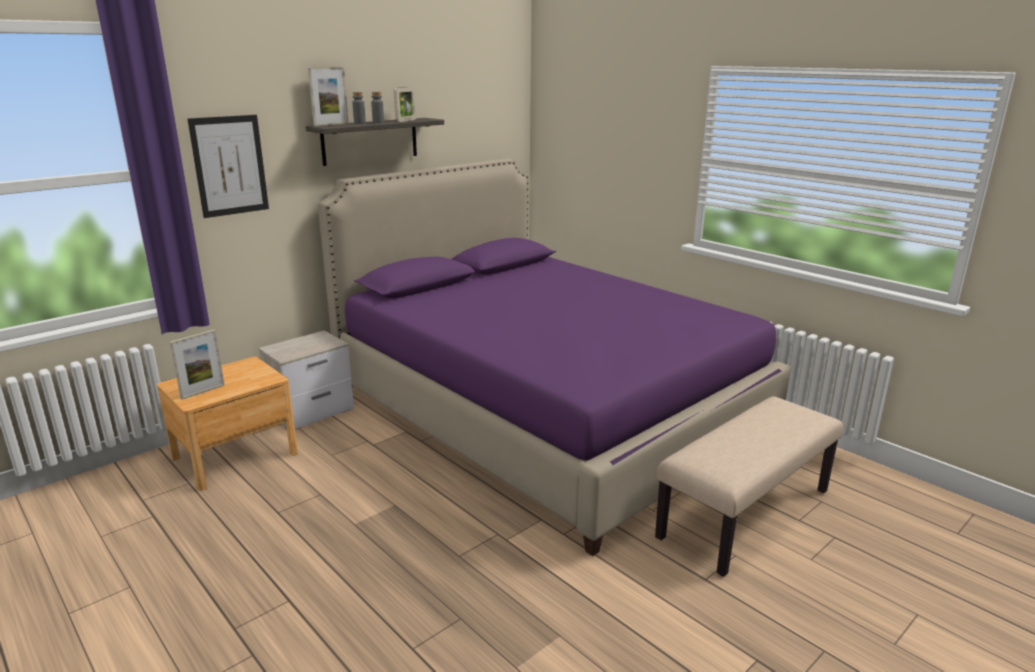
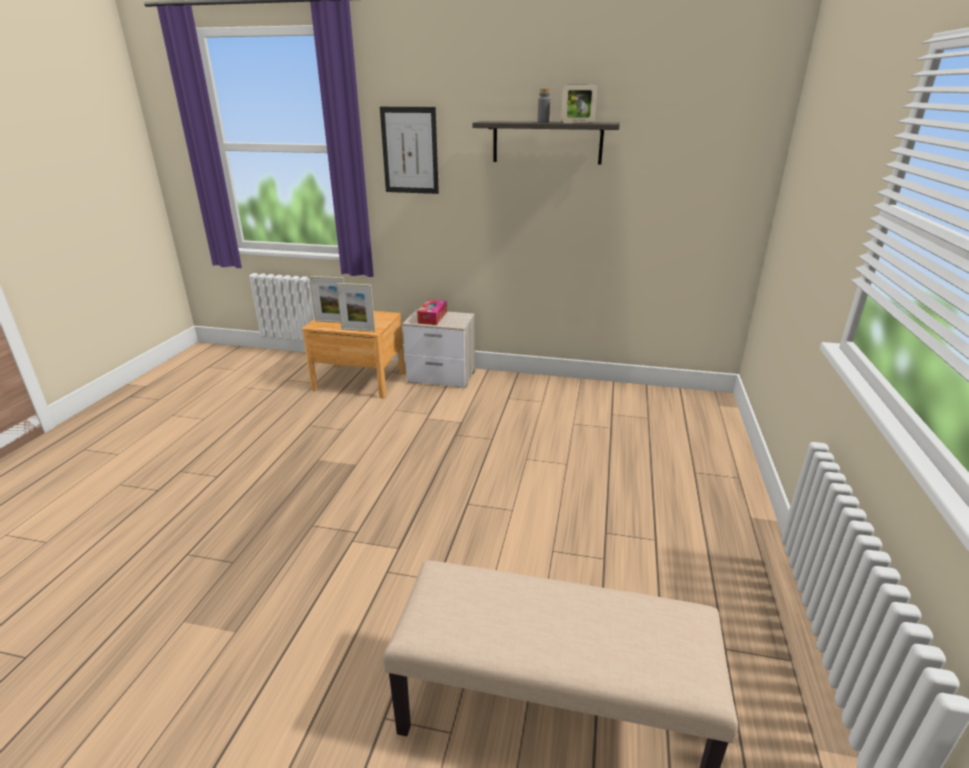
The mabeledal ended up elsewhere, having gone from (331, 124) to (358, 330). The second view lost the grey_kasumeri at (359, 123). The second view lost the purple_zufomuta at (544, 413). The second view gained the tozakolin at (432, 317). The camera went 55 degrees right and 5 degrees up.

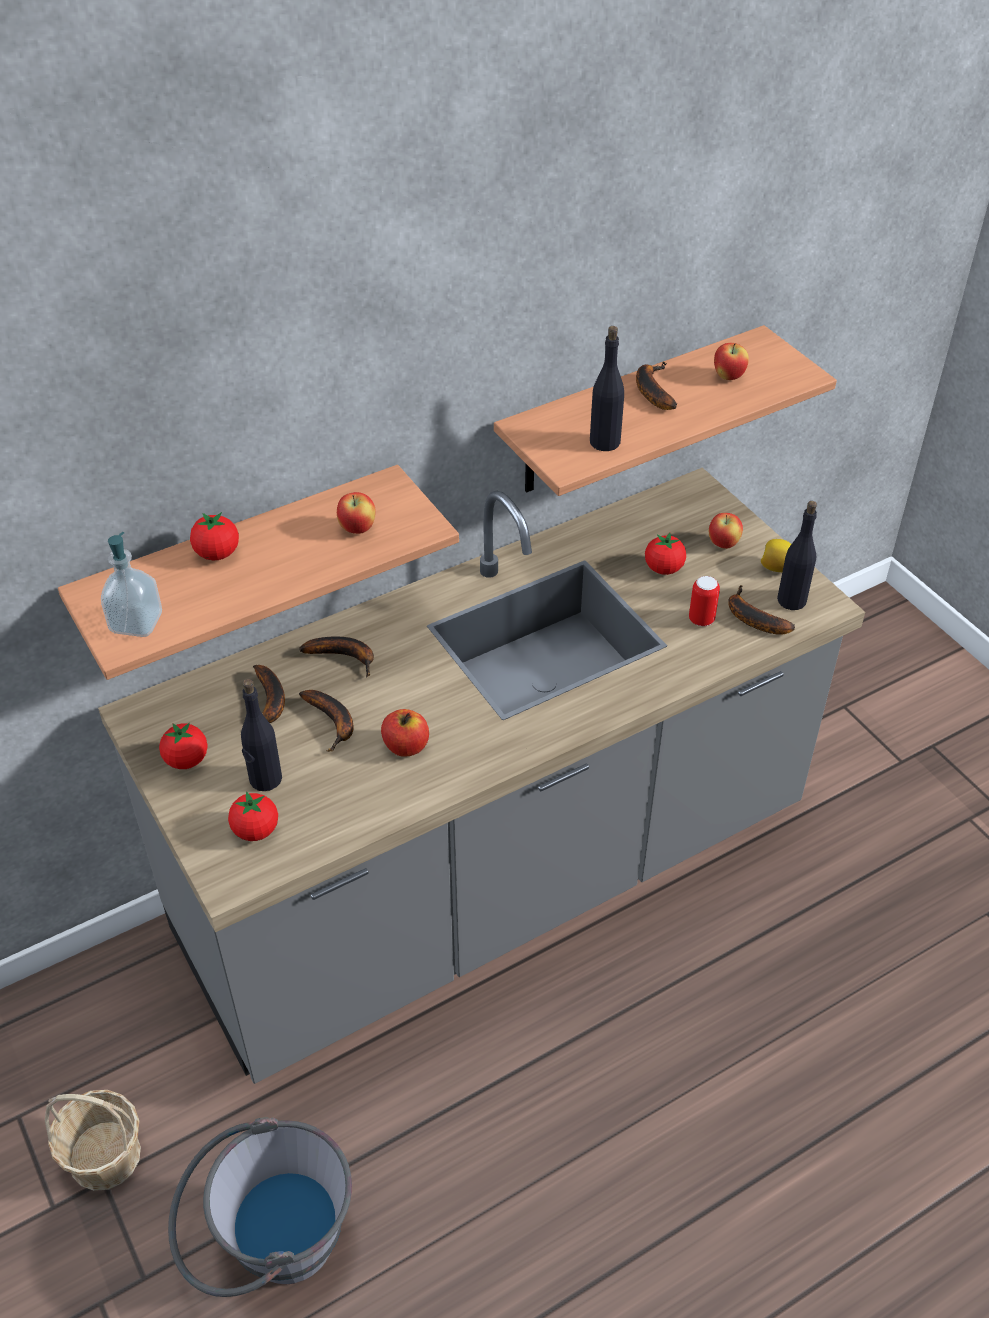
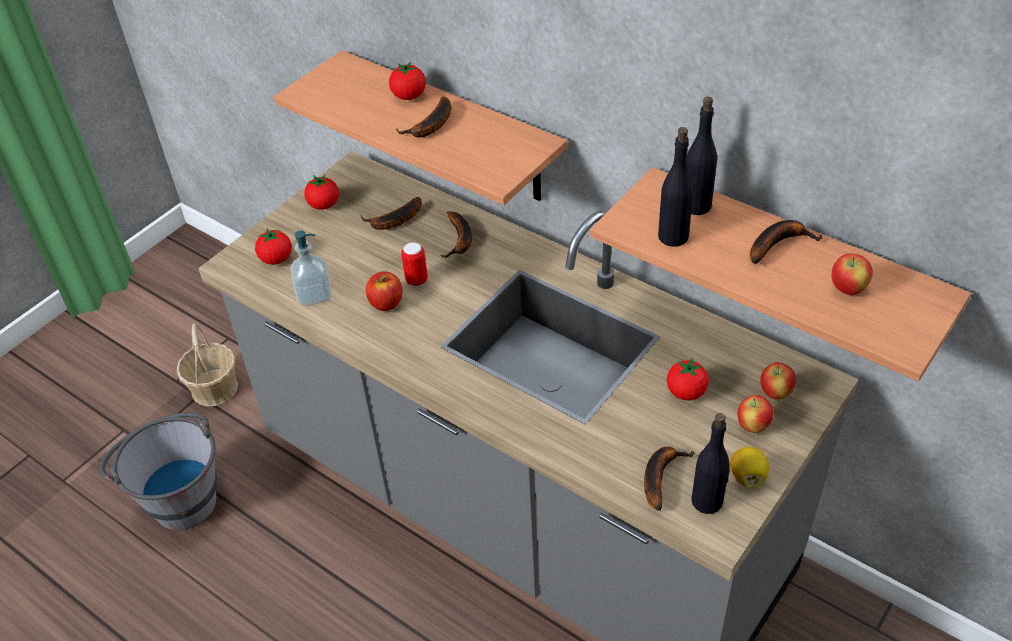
The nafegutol ended up elsewhere, having gone from (358, 529) to (775, 393). The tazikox ended up elsewhere, having gone from (136, 622) to (314, 295). The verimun ended up elsewhere, having gone from (701, 619) to (416, 280). The black_kasumeri ended up elsewhere, having gone from (265, 779) to (696, 206). The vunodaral ended up elsewhere, having gone from (333, 722) to (431, 126). The camera went 70 degrees right and 0 degrees up.

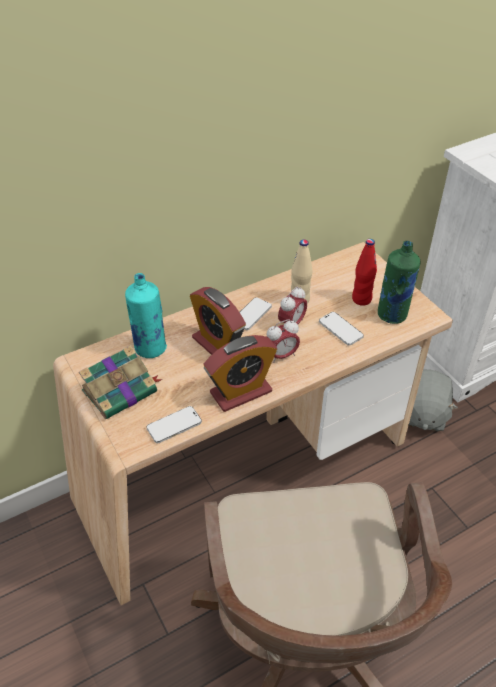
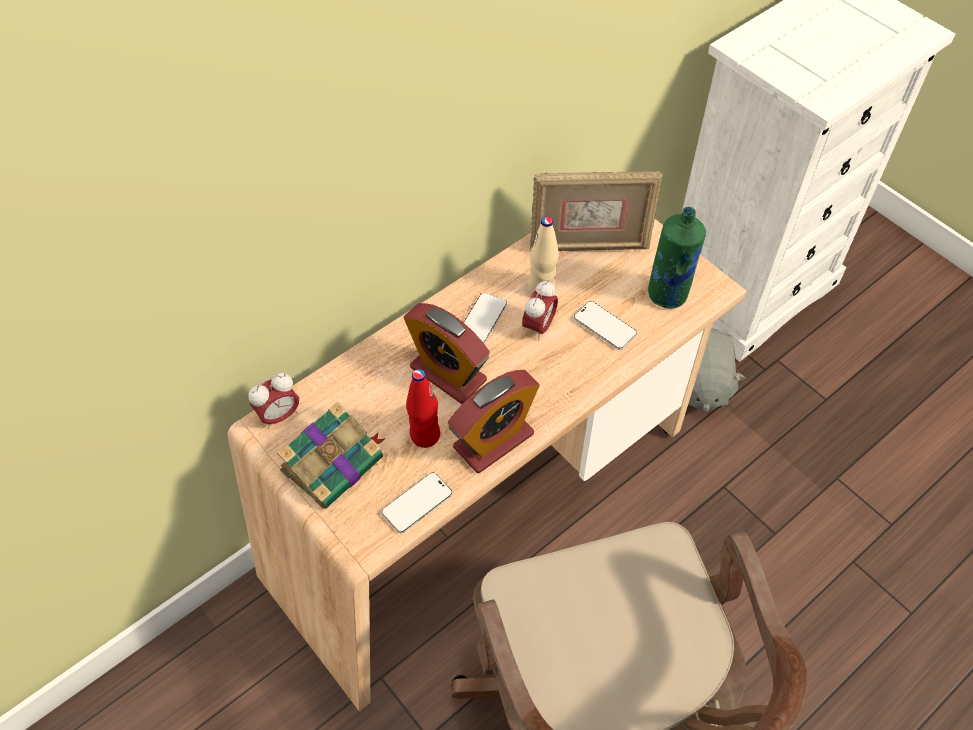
The red_kasumeri ended up elsewhere, having gone from (361, 299) to (425, 435). The second view lost the turquoise_kasumeri at (150, 348). The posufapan ended up elsewhere, having gone from (281, 355) to (279, 416). The second view gained the mabeledal at (589, 246). The camera went 10 degrees left and 10 degrees up.

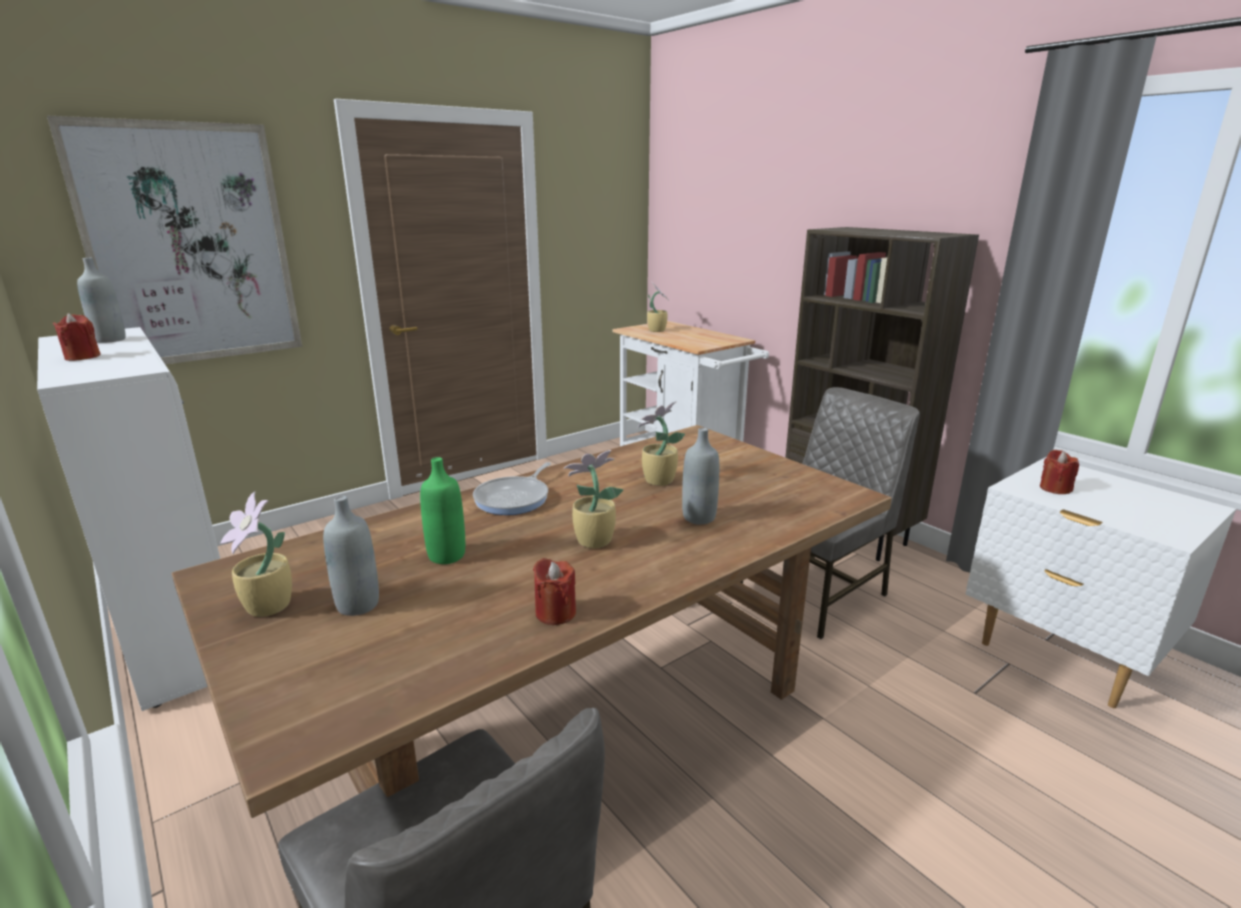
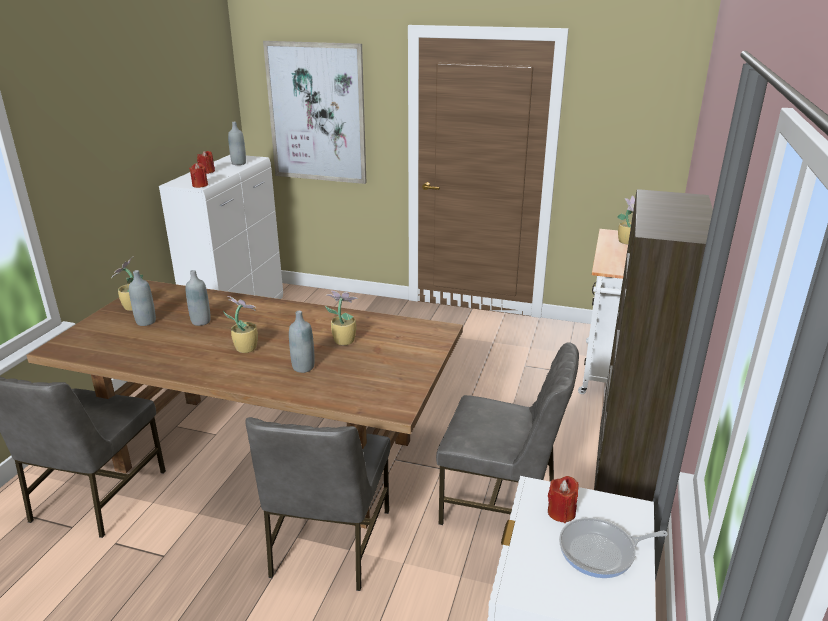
What was the green_kasumeri at (447, 556) turned into the grey_kasumeri at (201, 321). The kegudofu ended up elsewhere, having gone from (515, 498) to (601, 551). The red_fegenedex ended up elsewhere, having gone from (555, 613) to (200, 185). The second view gained the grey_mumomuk at (328, 544). The camera went 55 degrees right and 5 degrees up.

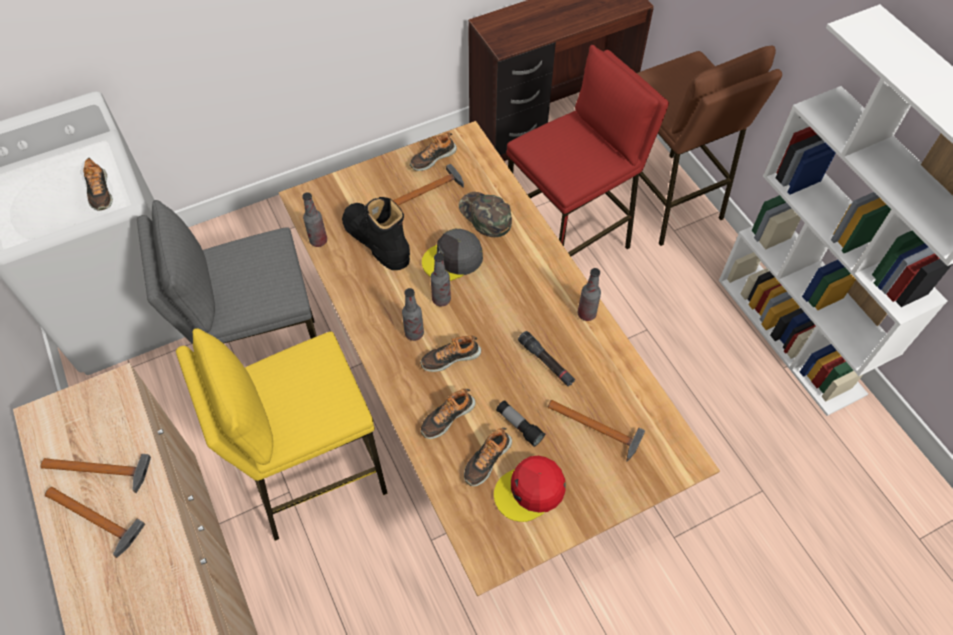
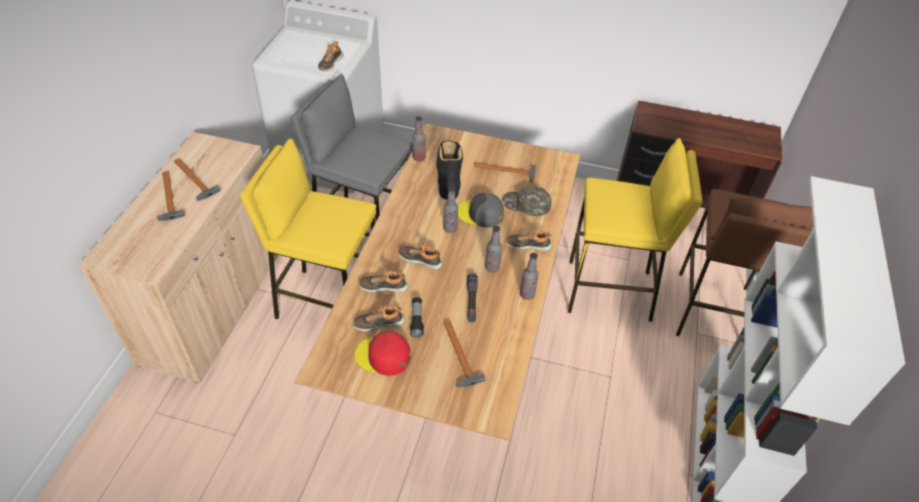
What was the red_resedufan at (568, 245) turned into the yellow_resedufan at (609, 291). The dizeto ended up elsewhere, having gone from (432, 158) to (528, 245). The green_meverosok at (484, 216) ended up facing another way, 75 degrees counterclockwise from before. The kasumeri ended up elsewhere, having gone from (414, 333) to (492, 267). The camera went 40 degrees right and 10 degrees down.

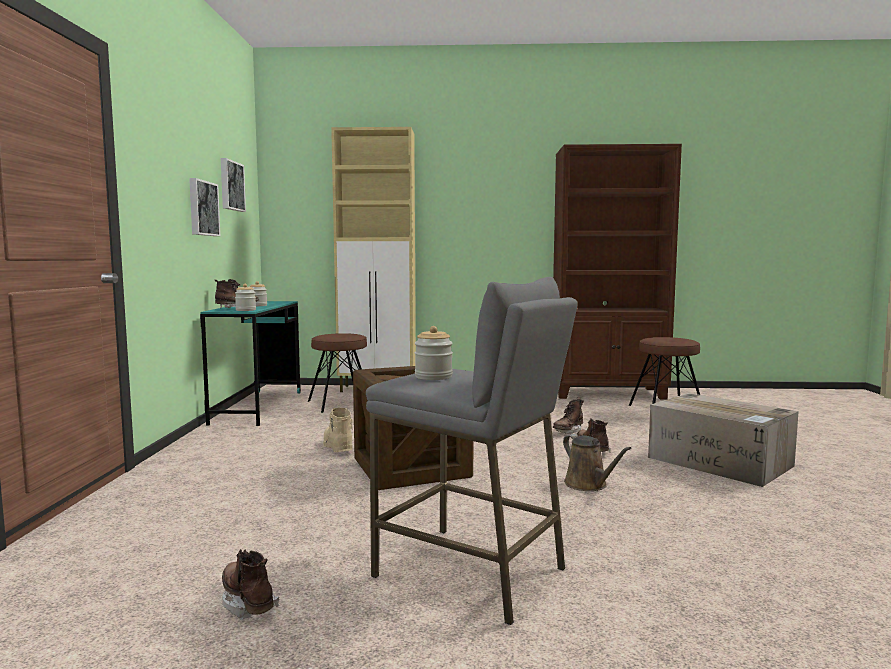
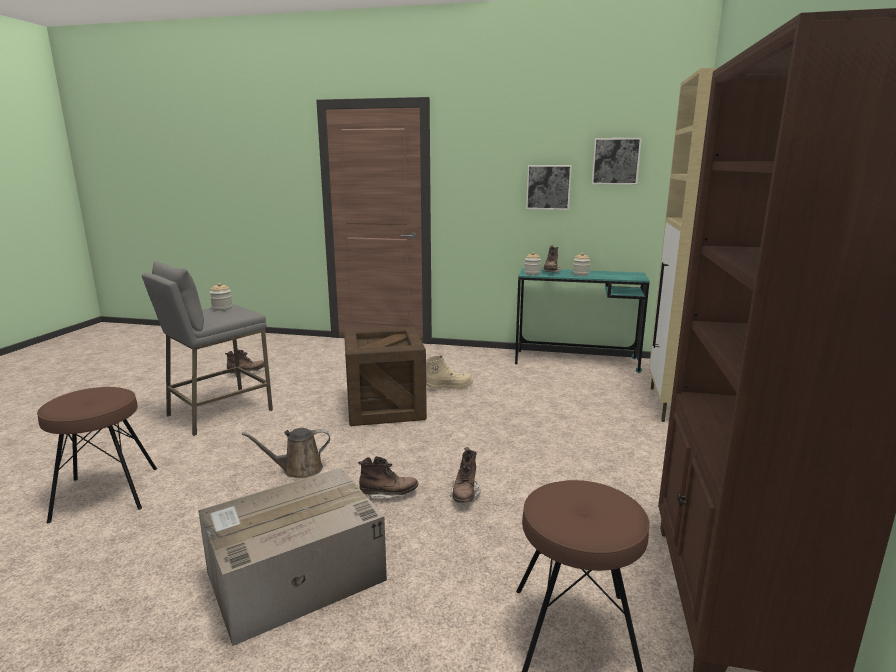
The brown_resedufan ended up elsewhere, having gone from (340, 404) to (106, 493). The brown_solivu at (568, 431) ended up facing another way, 135 degrees counterclockwise from before. The camera went 100 degrees right and 10 degrees up.

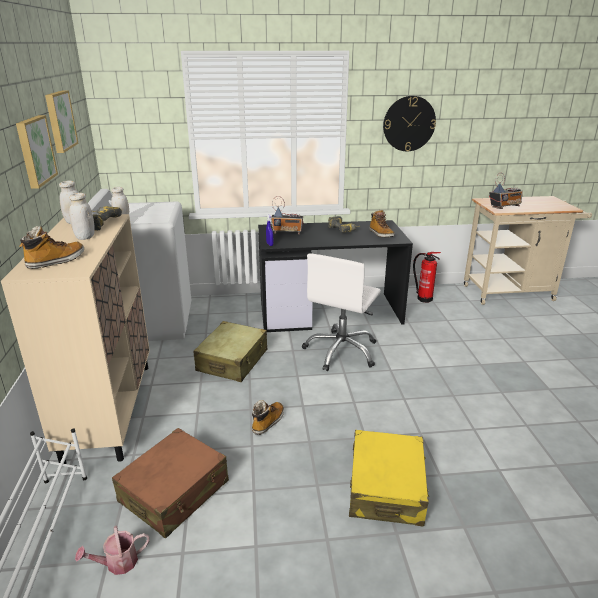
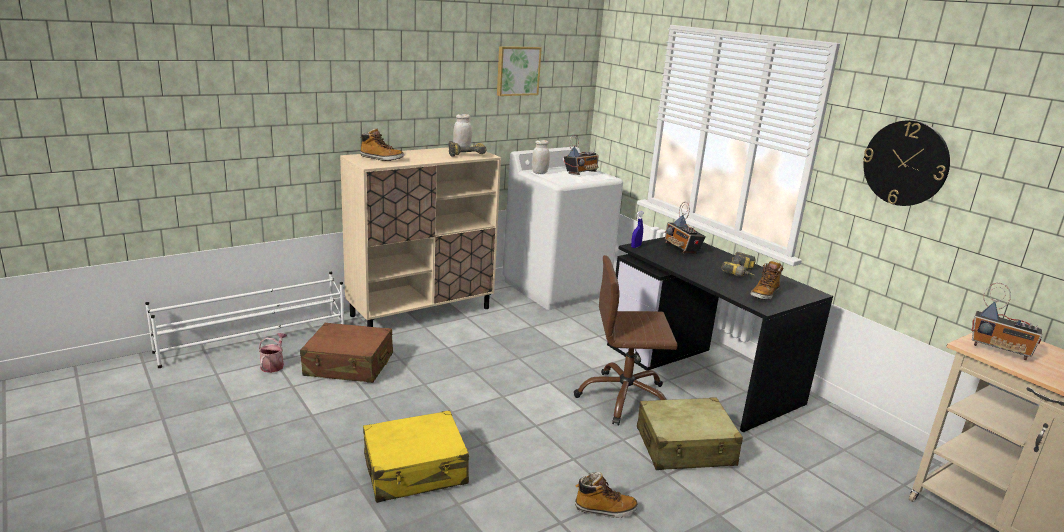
The second view lost the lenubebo at (34, 151). The second view lost the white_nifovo at (85, 237). The second view lost the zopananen at (423, 298). What was the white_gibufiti at (341, 351) turned into the brown_gibufiti at (624, 399). The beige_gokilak ended up elsewhere, having gone from (232, 361) to (685, 447). The solivu ended up elsewhere, having gone from (268, 422) to (605, 509). The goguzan at (117, 563) ended up facing another way, 60 degrees clockwise from before. The second view gained the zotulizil at (581, 173). The camera went 60 degrees right and 5 degrees down.

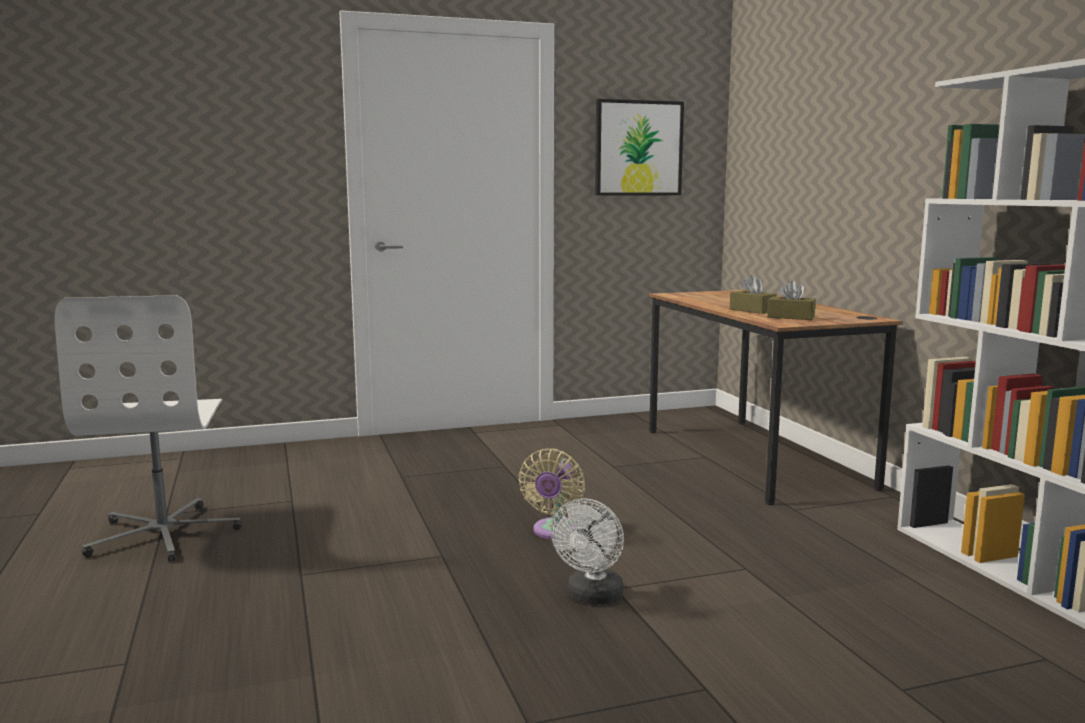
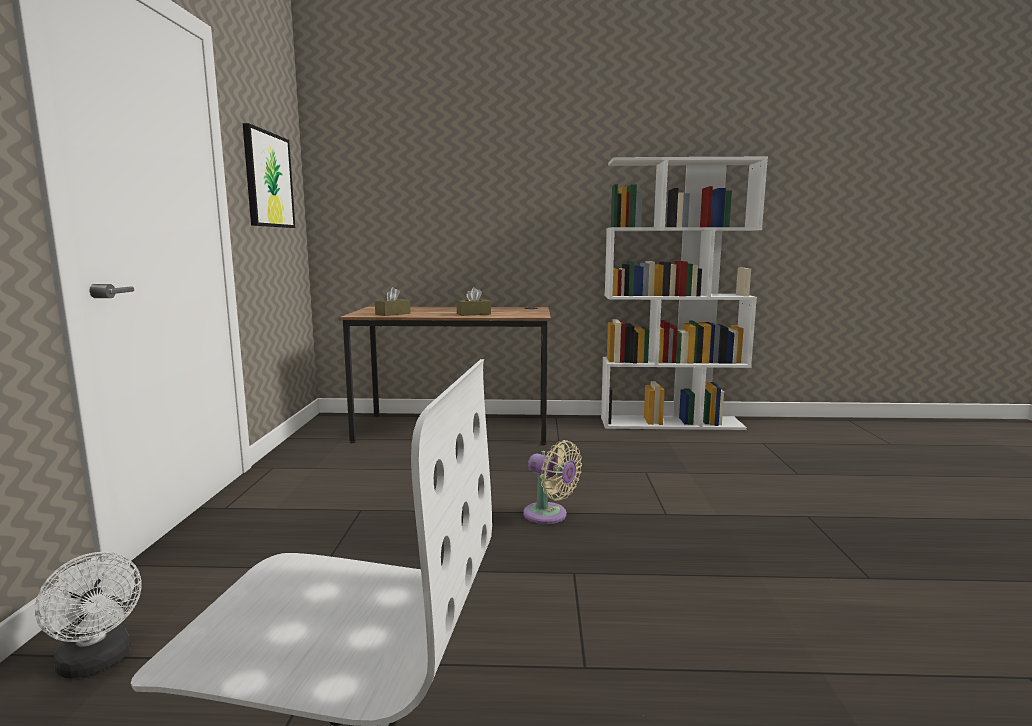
The brown_tozakolin ended up elsewhere, having gone from (790, 317) to (393, 314). The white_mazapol ended up elsewhere, having gone from (592, 597) to (98, 662). The camera went 70 degrees left and 0 degrees up.

